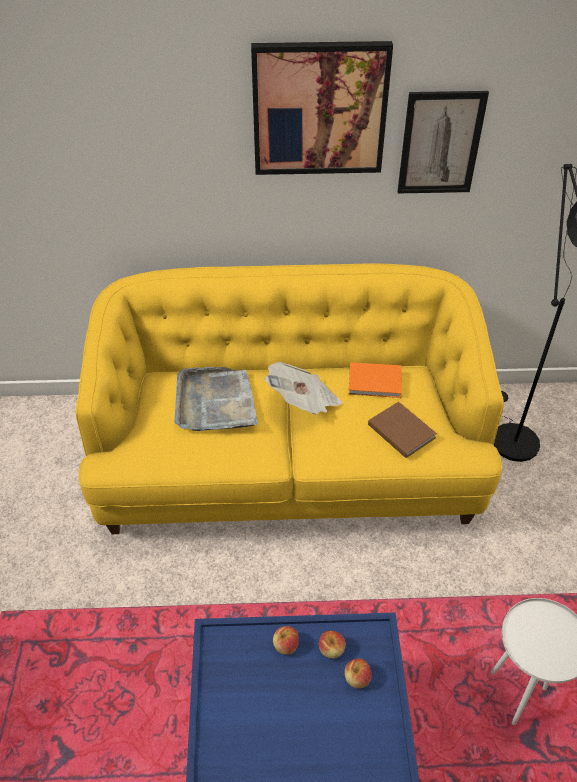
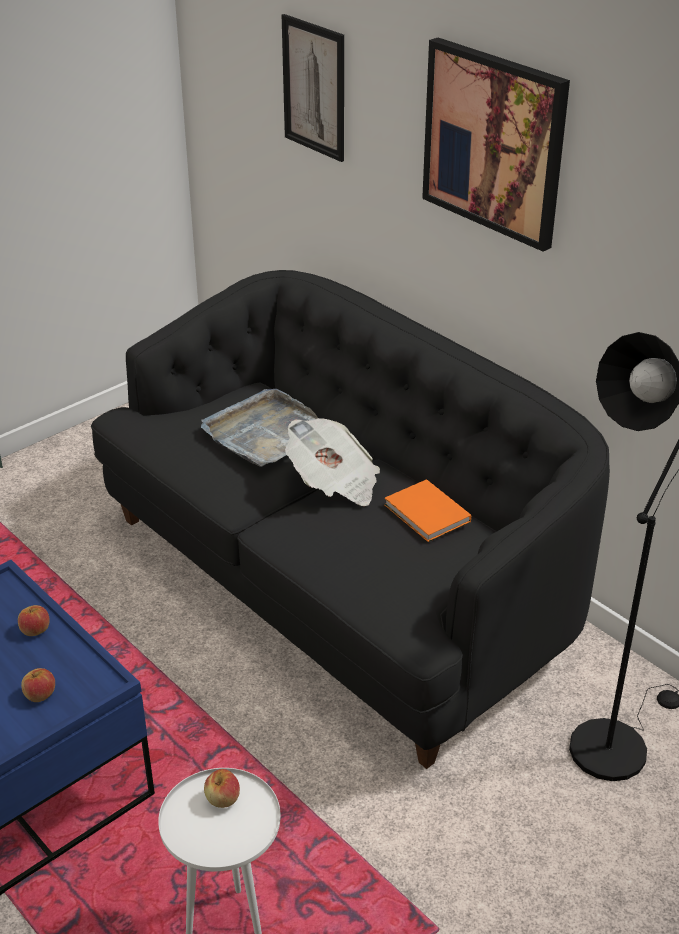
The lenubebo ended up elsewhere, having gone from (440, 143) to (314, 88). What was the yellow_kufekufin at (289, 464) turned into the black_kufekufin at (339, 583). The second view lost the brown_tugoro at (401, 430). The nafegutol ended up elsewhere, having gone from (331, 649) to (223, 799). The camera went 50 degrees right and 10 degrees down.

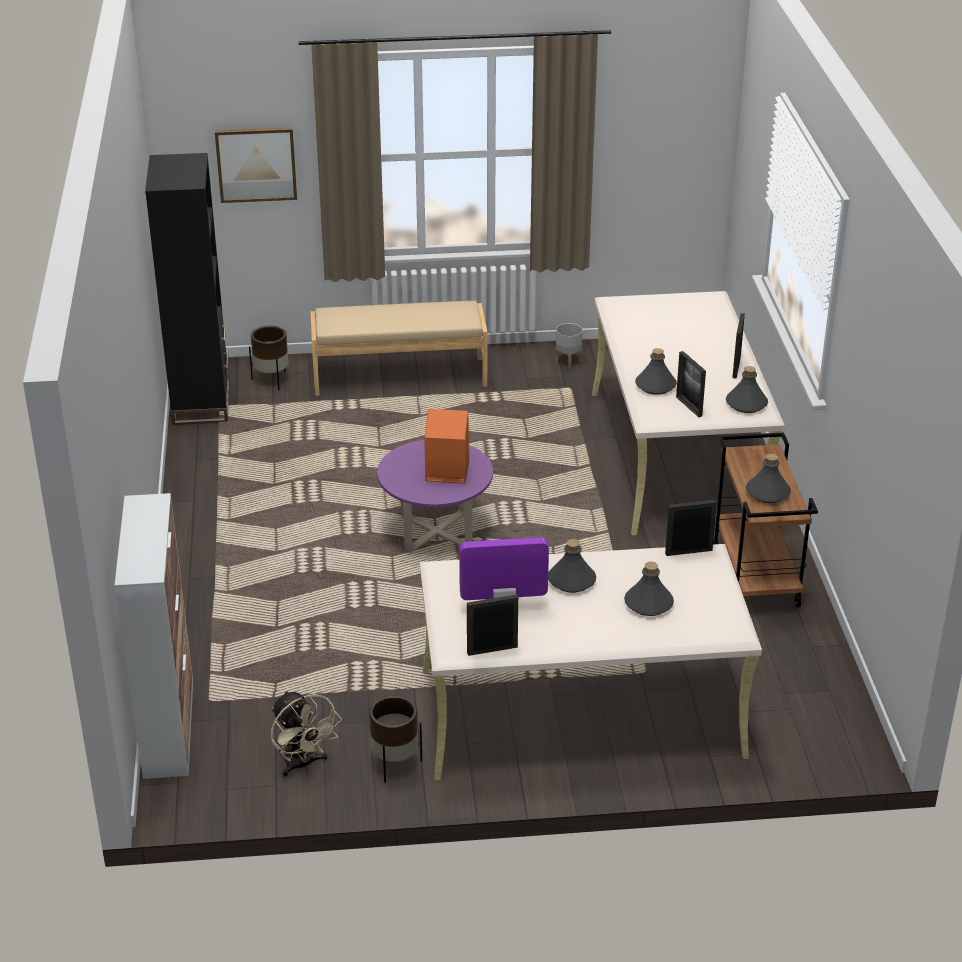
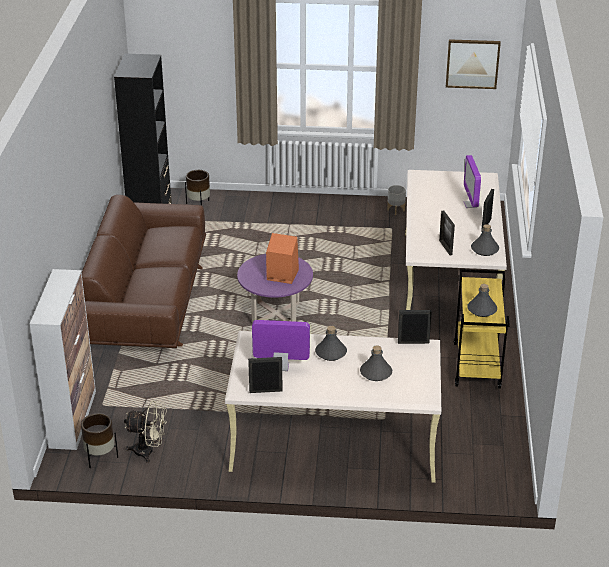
The lenubebo ended up elsewhere, having gone from (256, 164) to (472, 63). The second view lost the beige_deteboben at (399, 375). The second view lost the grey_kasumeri at (655, 385). What was the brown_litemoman at (756, 577) turned into the yellow_litemoman at (477, 366). The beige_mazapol at (303, 764) ended up facing another way, 60 degrees counterclockwise from before. The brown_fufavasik ended up elsewhere, having gone from (394, 764) to (100, 457). The second view gained the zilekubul at (471, 204). The second view gained the brown_kufekufin at (148, 303). The camera went 10 degrees right and 0 degrees up.

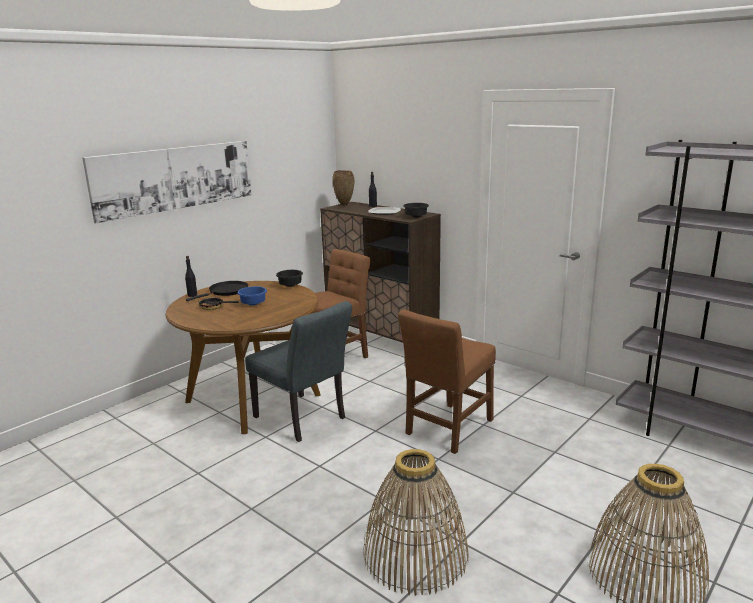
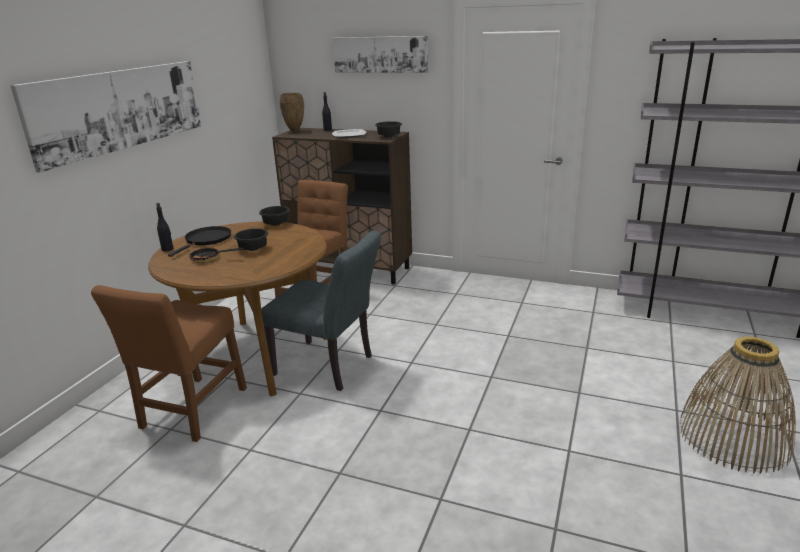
What was the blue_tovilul at (253, 303) turned into the black_tovilul at (253, 248). The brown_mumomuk ended up elsewhere, having gone from (448, 429) to (192, 411). The second view lost the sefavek at (415, 554). The second view gained the lenubebo at (380, 54). The camera went 20 degrees left and 5 degrees up.

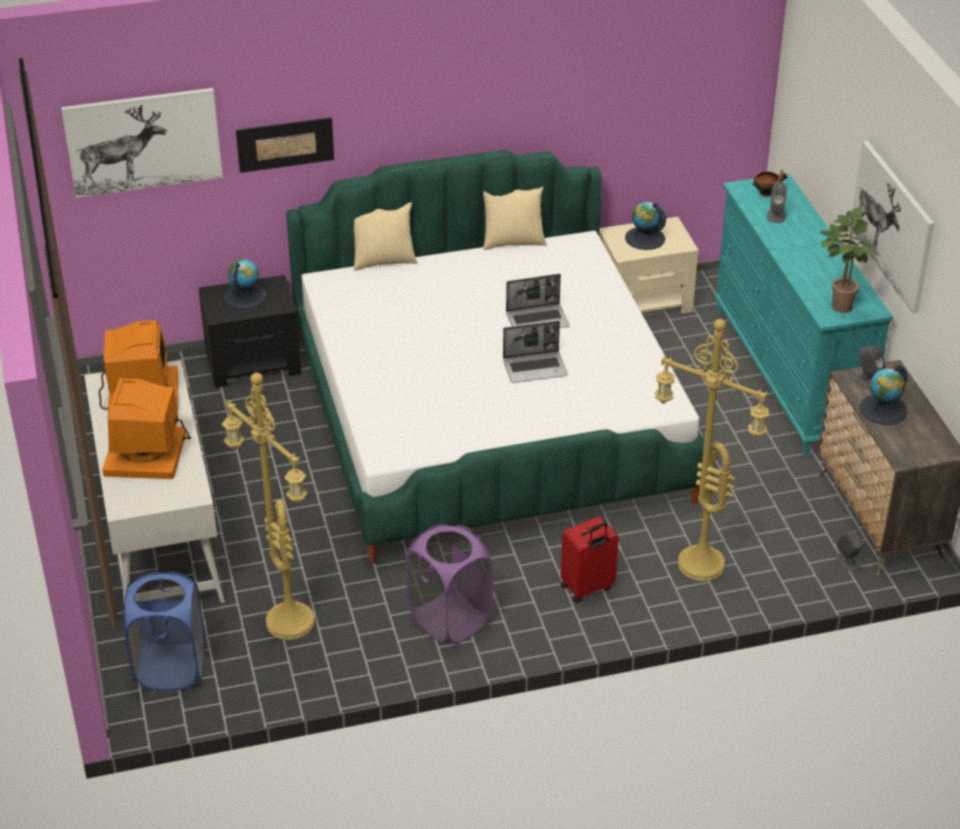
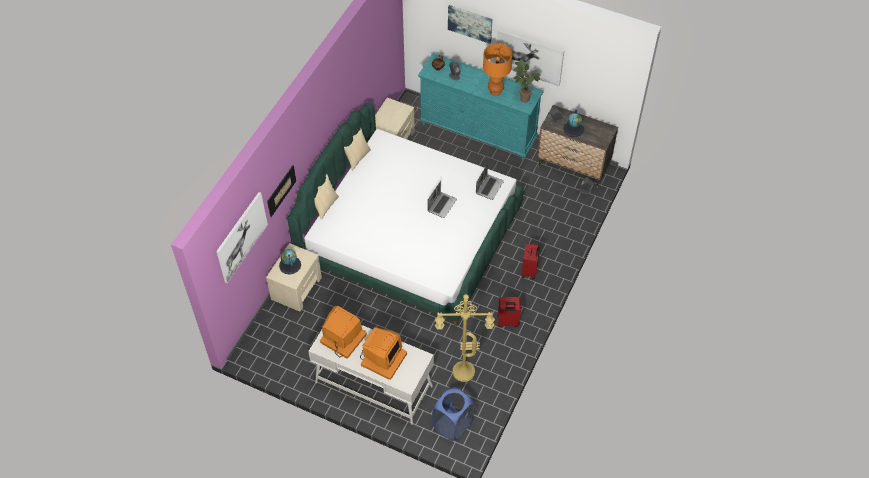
The second view lost the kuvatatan at (645, 238). The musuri ended up elsewhere, having gone from (538, 320) to (489, 187). What was the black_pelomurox at (253, 361) turned into the beige_pelomurox at (296, 288). The second view lost the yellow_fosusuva at (697, 566). The zilekubul at (147, 455) ended up facing another way, 105 degrees counterclockwise from before. Where the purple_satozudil stood at (449, 619), the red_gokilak came to stand at (507, 322). The second view gained the lenubebo at (470, 23). The second view gained the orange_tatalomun at (495, 91). The camera went 50 degrees left and 15 degrees up.

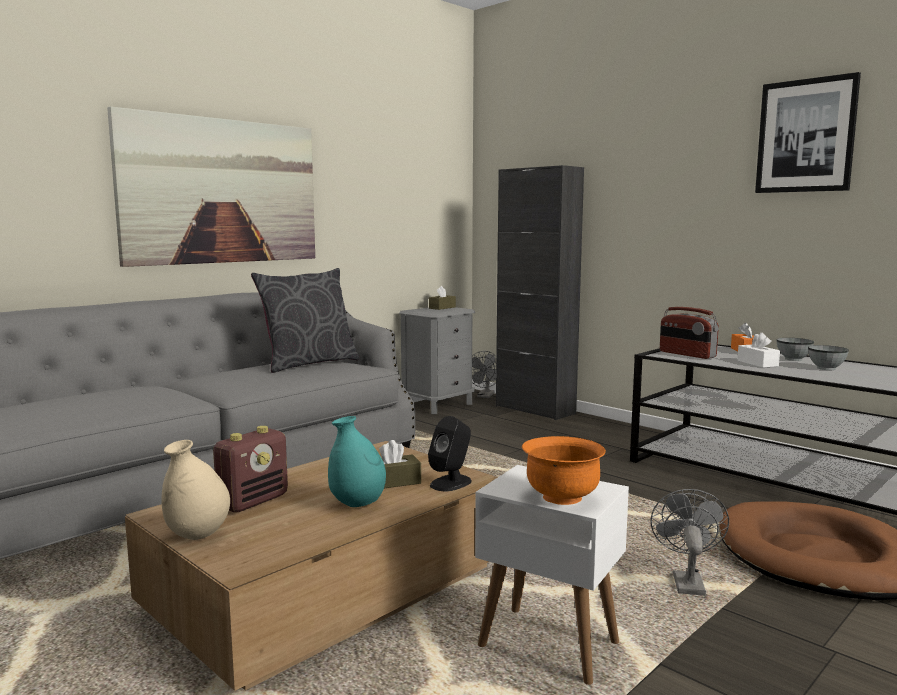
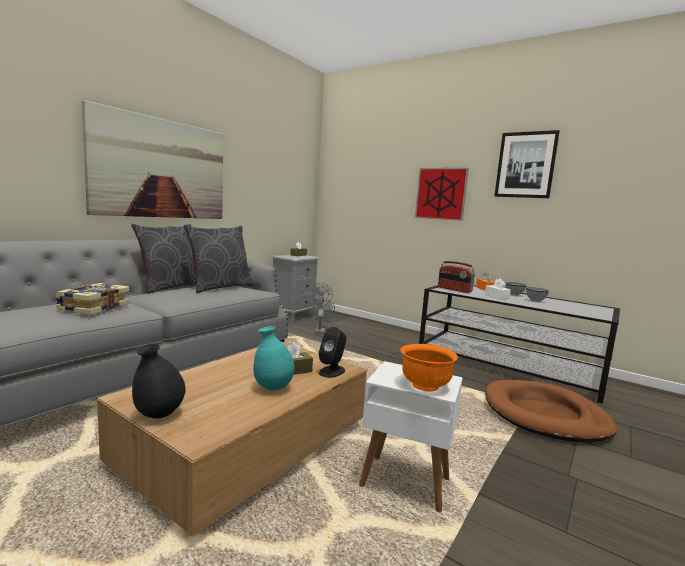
The second view lost the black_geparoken at (535, 409). The second view lost the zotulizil at (253, 501). What was the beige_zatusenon at (198, 535) turned into the black_zatusenon at (159, 415). The grey_mazapol ended up elsewhere, having gone from (686, 581) to (319, 330). The second view gained the lenubebo at (441, 193). The second view gained the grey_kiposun at (171, 287). The second view gained the tugoro at (93, 308). The camera went 10 degrees left and 0 degrees up.

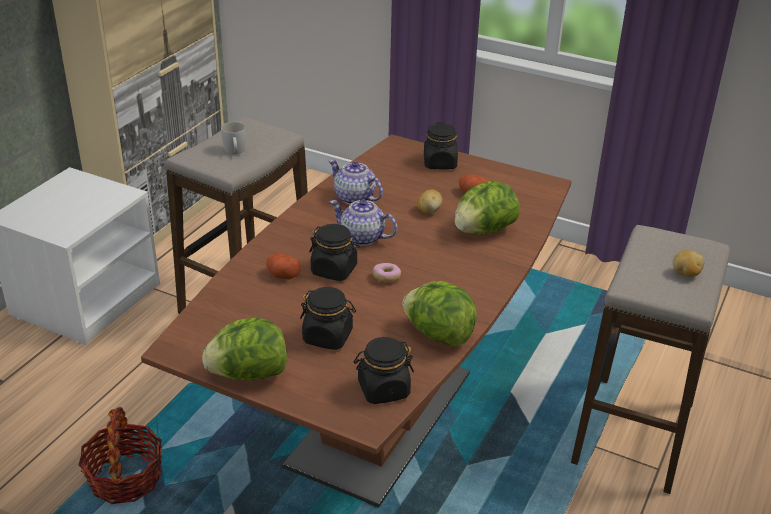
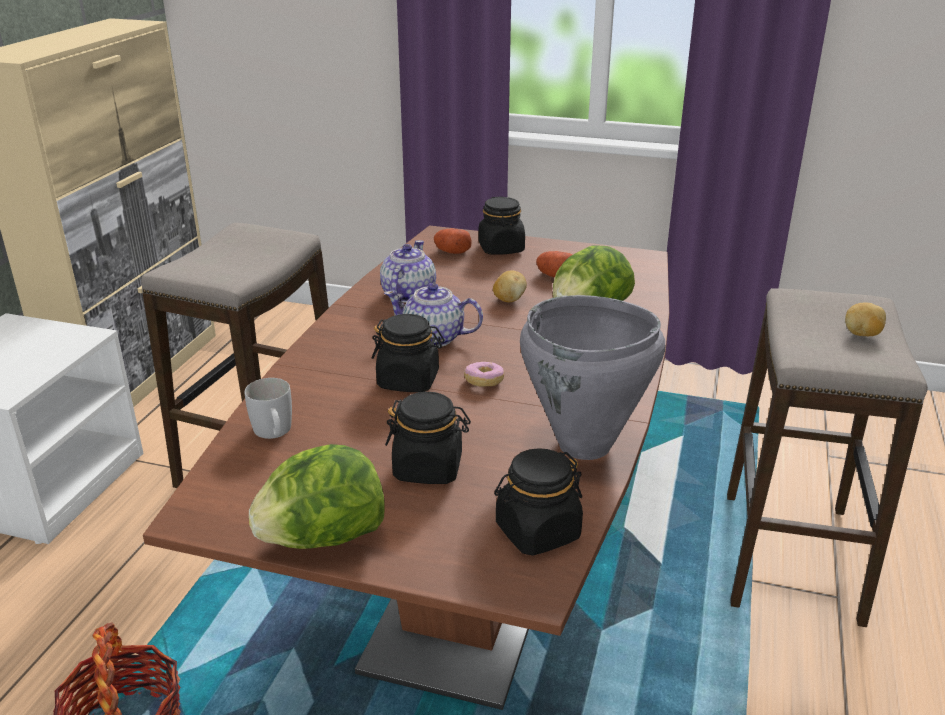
The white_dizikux ended up elsewhere, having gone from (235, 152) to (274, 433). The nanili at (355, 198) ended up facing another way, 75 degrees clockwise from before. The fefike ended up elsewhere, having gone from (282, 275) to (451, 251). Where the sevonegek stood at (438, 335), the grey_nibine came to stand at (585, 445). The camera went 10 degrees left and 5 degrees down.

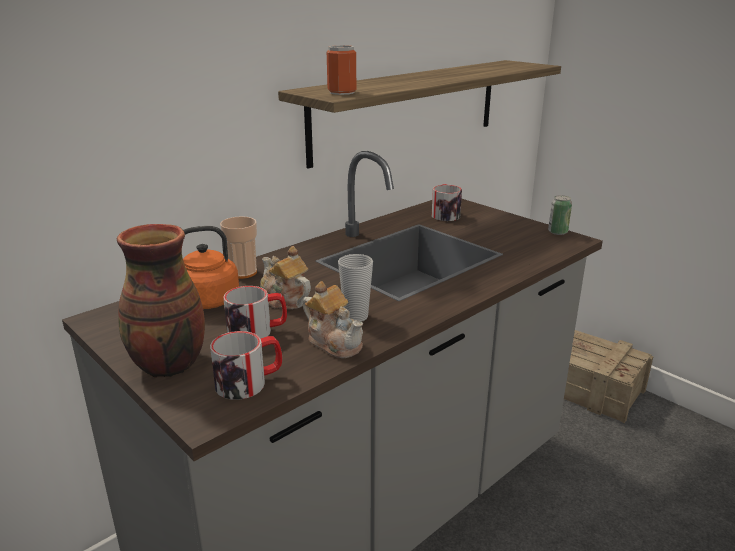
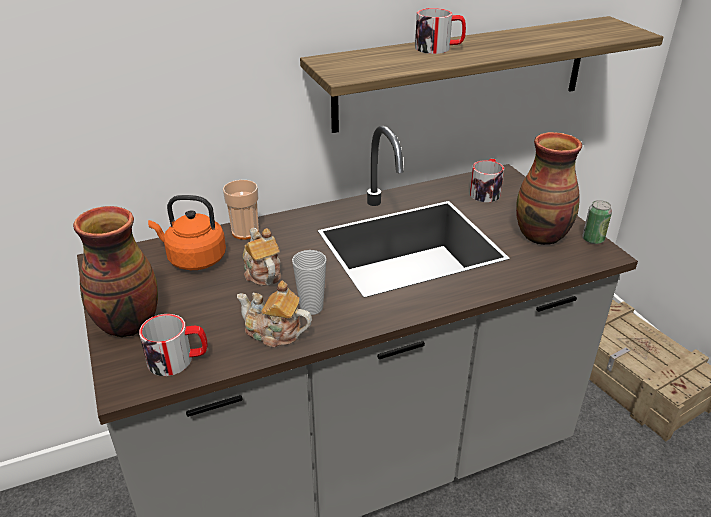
The second view lost the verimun at (341, 92). The nanili at (334, 342) ended up facing another way, 135 degrees clockwise from before. The dizikux ended up elsewhere, having gone from (258, 331) to (439, 48). The second view gained the zatusenon at (542, 235). The camera went 20 degrees right and 10 degrees up.

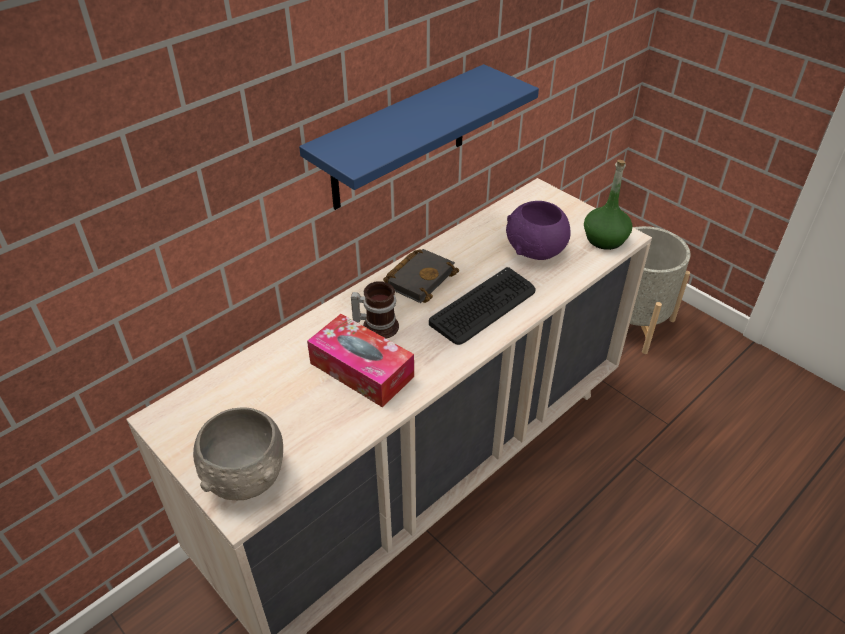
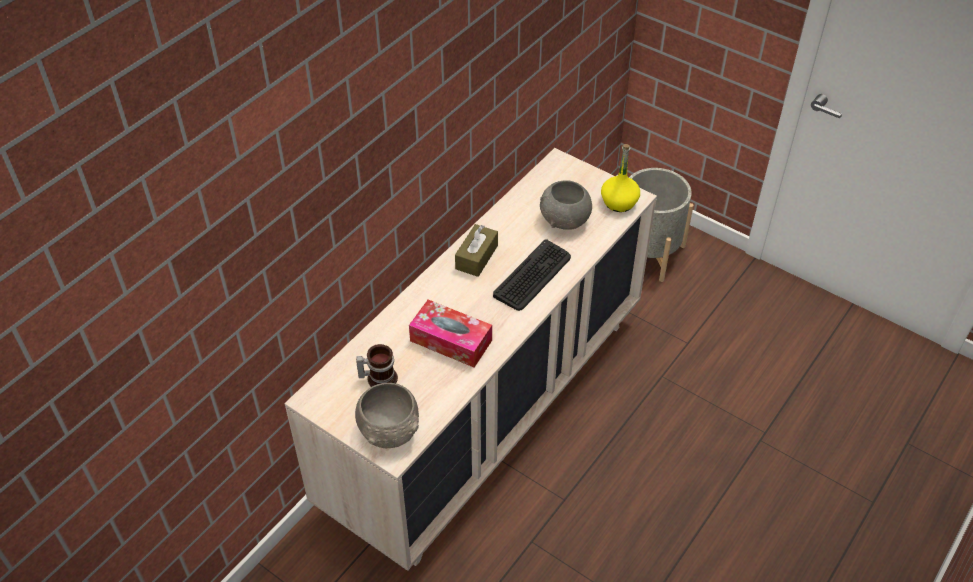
The second view lost the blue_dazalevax at (399, 139). What was the green_kasumeri at (605, 239) turned into the yellow_kasumeri at (619, 202). What was the purple_tovilul at (536, 250) turned into the grey_tovilul at (565, 220). Where the black_tugoro stood at (420, 278), the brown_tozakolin came to stand at (476, 257). The dizikux ended up elsewhere, having gone from (377, 325) to (379, 377). The camera went 10 degrees left and 5 degrees up.

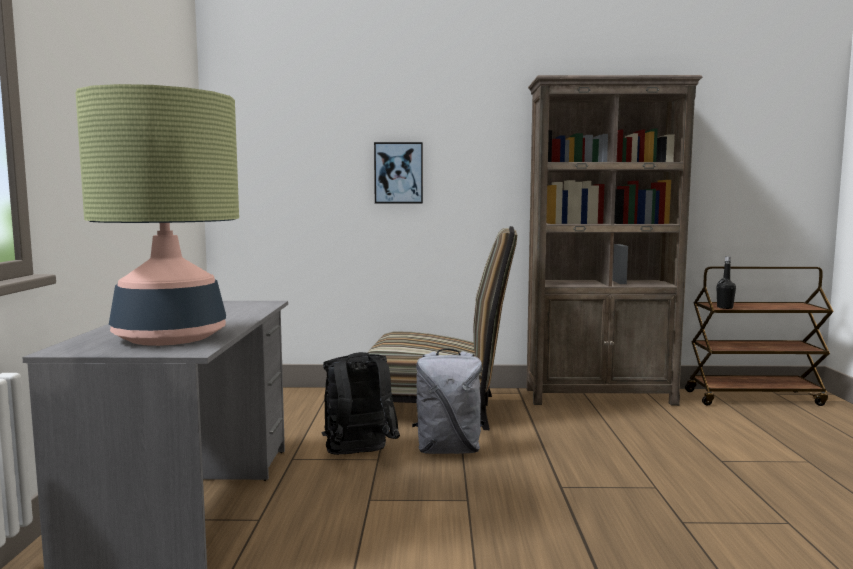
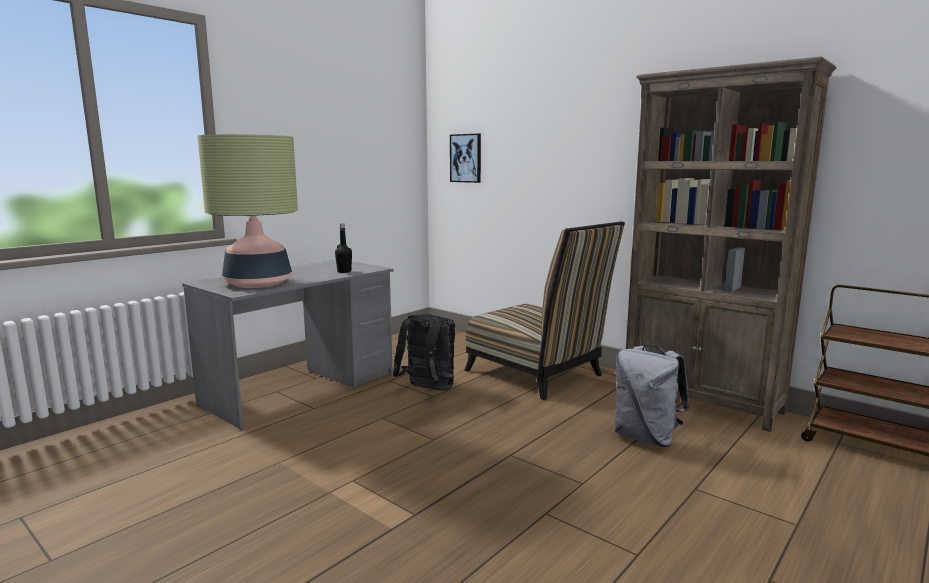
The lenubebo ended up elsewhere, having gone from (398, 173) to (466, 158). The black_kasumeri ended up elsewhere, having gone from (724, 307) to (344, 271). The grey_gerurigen ended up elsewhere, having gone from (448, 450) to (646, 438). The camera went 40 degrees right and 5 degrees up.

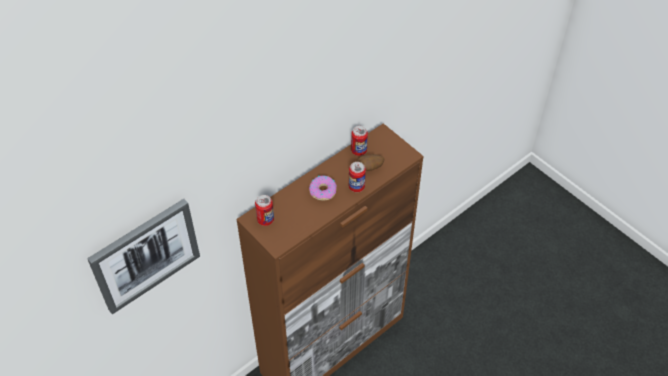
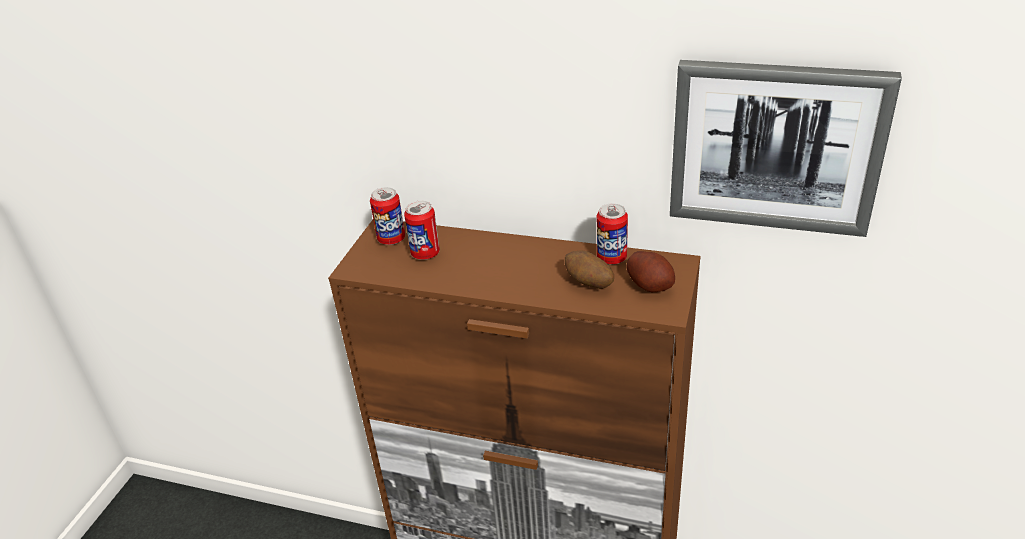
The verimun ended up elsewhere, having gone from (356, 187) to (425, 254). The second view lost the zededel at (323, 191). The lenubebo ended up elsewhere, having gone from (145, 255) to (775, 147). The second view gained the fefike at (650, 285). The camera went 60 degrees right and 15 degrees down.

